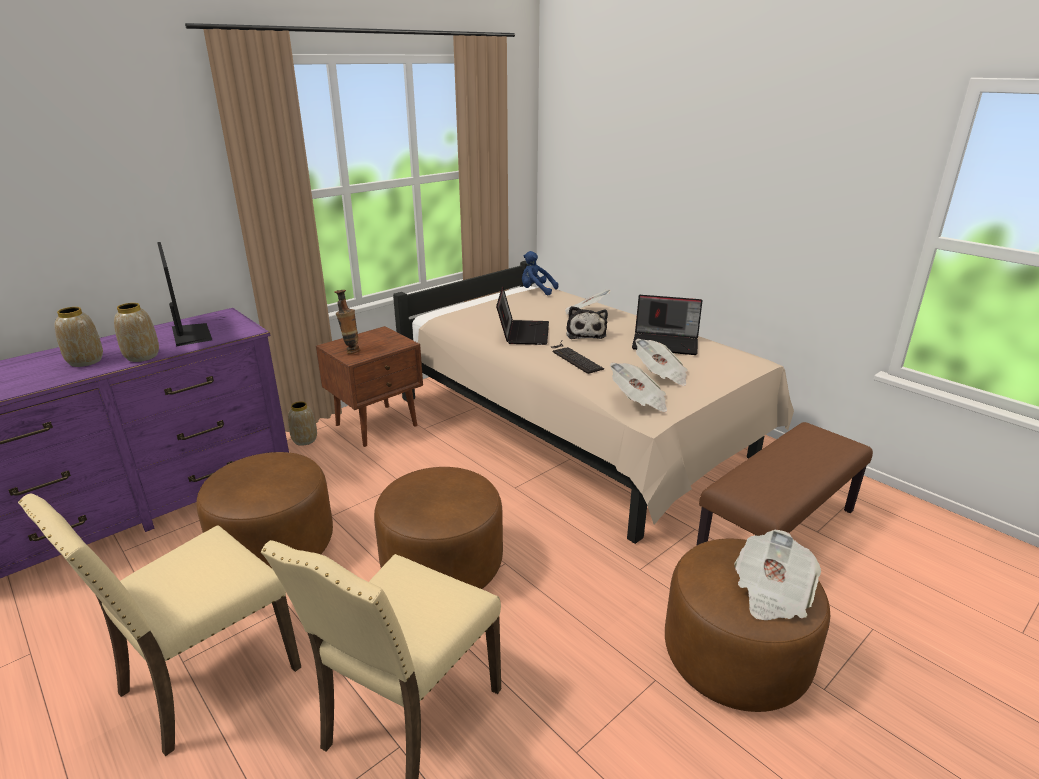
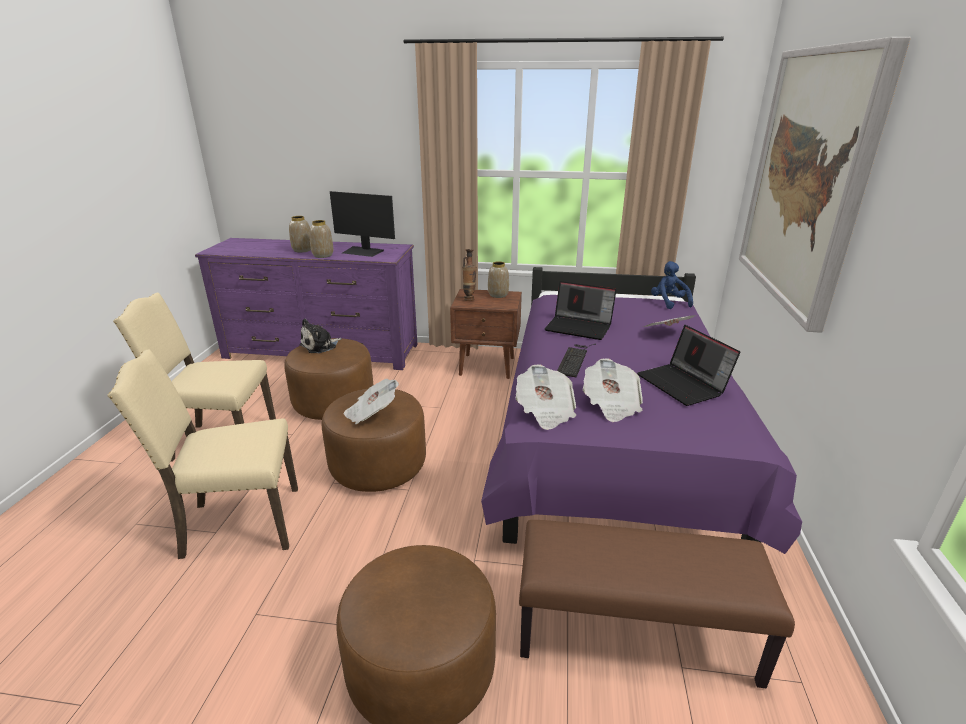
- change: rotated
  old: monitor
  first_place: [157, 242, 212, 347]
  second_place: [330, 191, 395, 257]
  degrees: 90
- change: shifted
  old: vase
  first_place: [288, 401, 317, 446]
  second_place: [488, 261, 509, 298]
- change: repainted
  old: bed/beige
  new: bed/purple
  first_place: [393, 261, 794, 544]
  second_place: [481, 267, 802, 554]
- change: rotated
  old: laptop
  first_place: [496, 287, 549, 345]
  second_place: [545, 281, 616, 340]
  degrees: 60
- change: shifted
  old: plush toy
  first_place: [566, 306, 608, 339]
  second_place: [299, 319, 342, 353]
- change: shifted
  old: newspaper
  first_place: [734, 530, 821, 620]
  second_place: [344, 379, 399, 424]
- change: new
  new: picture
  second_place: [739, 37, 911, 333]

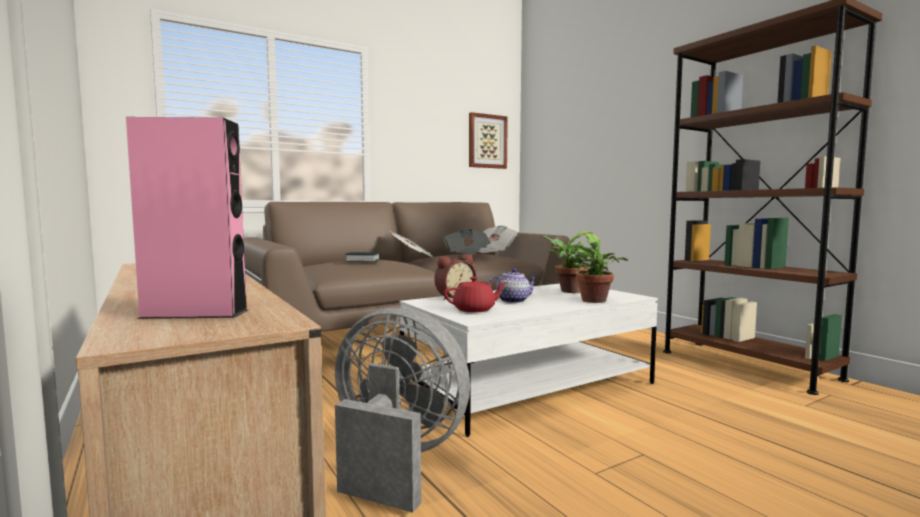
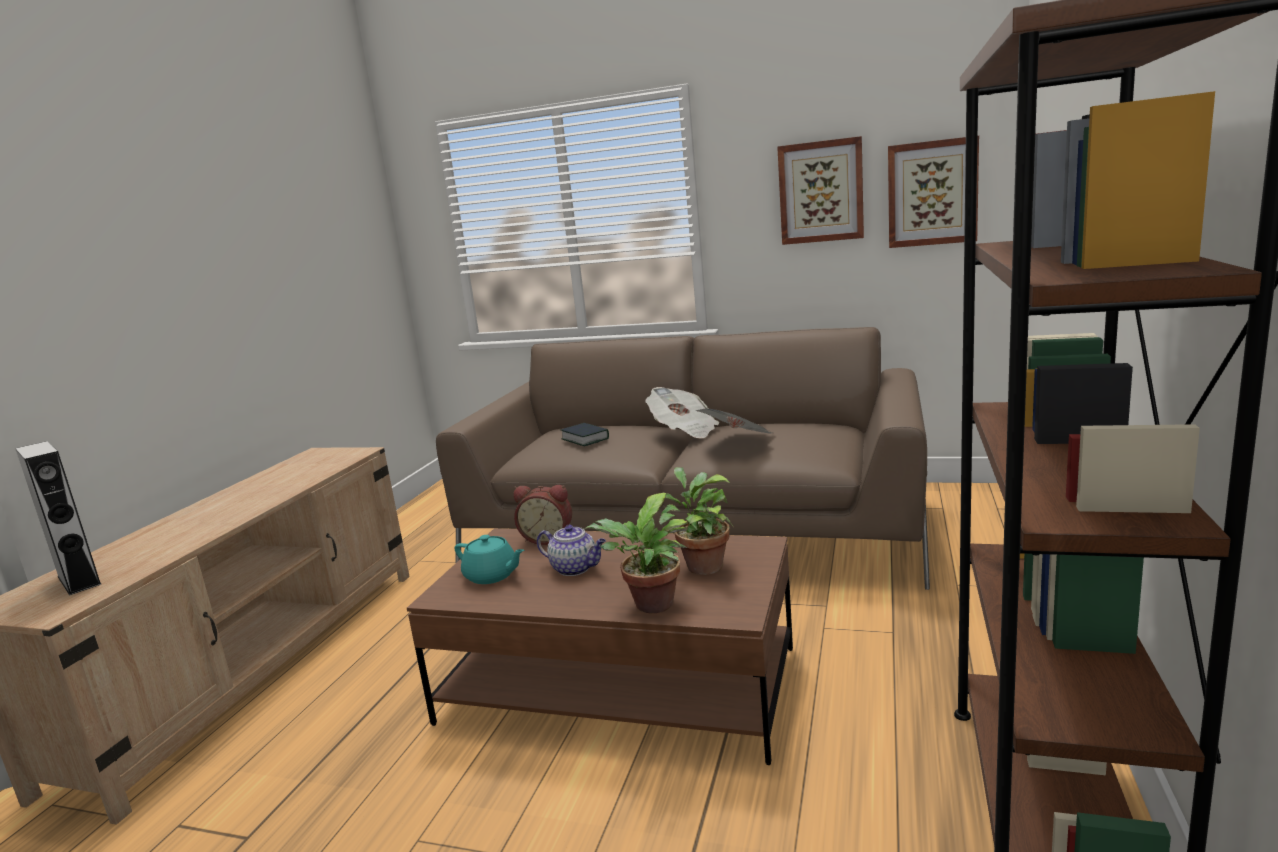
- change: repainted
  old: speaker/pink
  new: speaker/grey
  first_place: [126, 117, 248, 319]
  second_place: [15, 441, 101, 595]
- change: gone
  old: fan/grey
  first_place: [335, 308, 470, 513]
- change: repainted
  old: coffee table/white
  new: coffee table/brown
  first_place: [399, 284, 658, 437]
  second_place: [407, 528, 793, 765]
- change: repainted
  old: teapot/red
  new: teapot/turquoise
  first_place: [444, 277, 507, 312]
  second_place: [455, 535, 524, 584]
- change: gone
  old: newspaper
  first_place: [479, 225, 517, 253]
- change: new
  new: picture
  second_place: [777, 136, 864, 245]

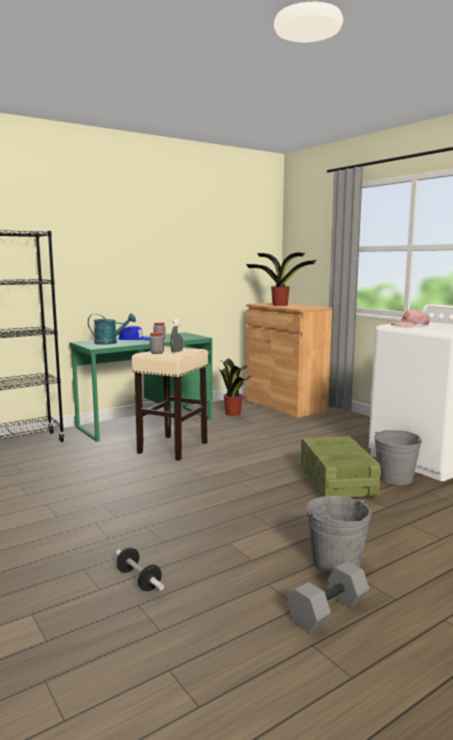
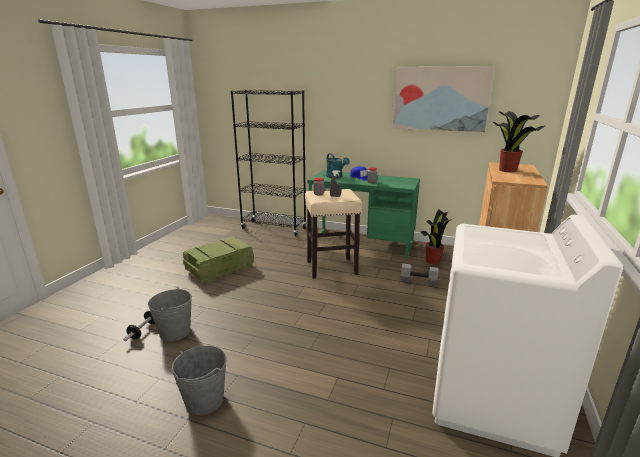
- change: shifted
  old: dumbbell/grey
  first_place: [288, 561, 369, 633]
  second_place: [400, 263, 439, 286]
- change: shifted
  old: crate
  first_place: [301, 436, 381, 497]
  second_place: [183, 237, 253, 282]
- change: shifted
  old: bucket/grey
  first_place: [374, 430, 422, 485]
  second_place: [148, 287, 192, 341]
- change: gone
  old: cap/pink
  first_place: [391, 309, 430, 328]
- change: new
  new: picture
  second_place: [393, 66, 495, 132]

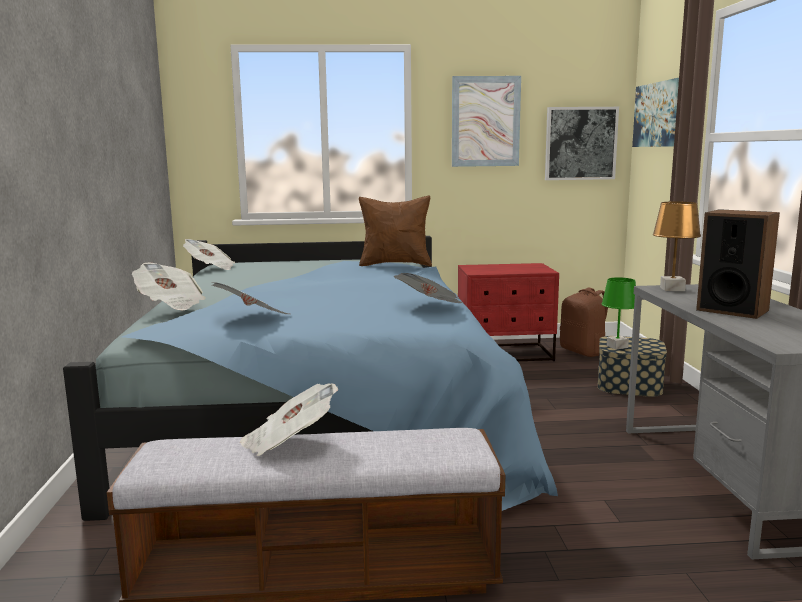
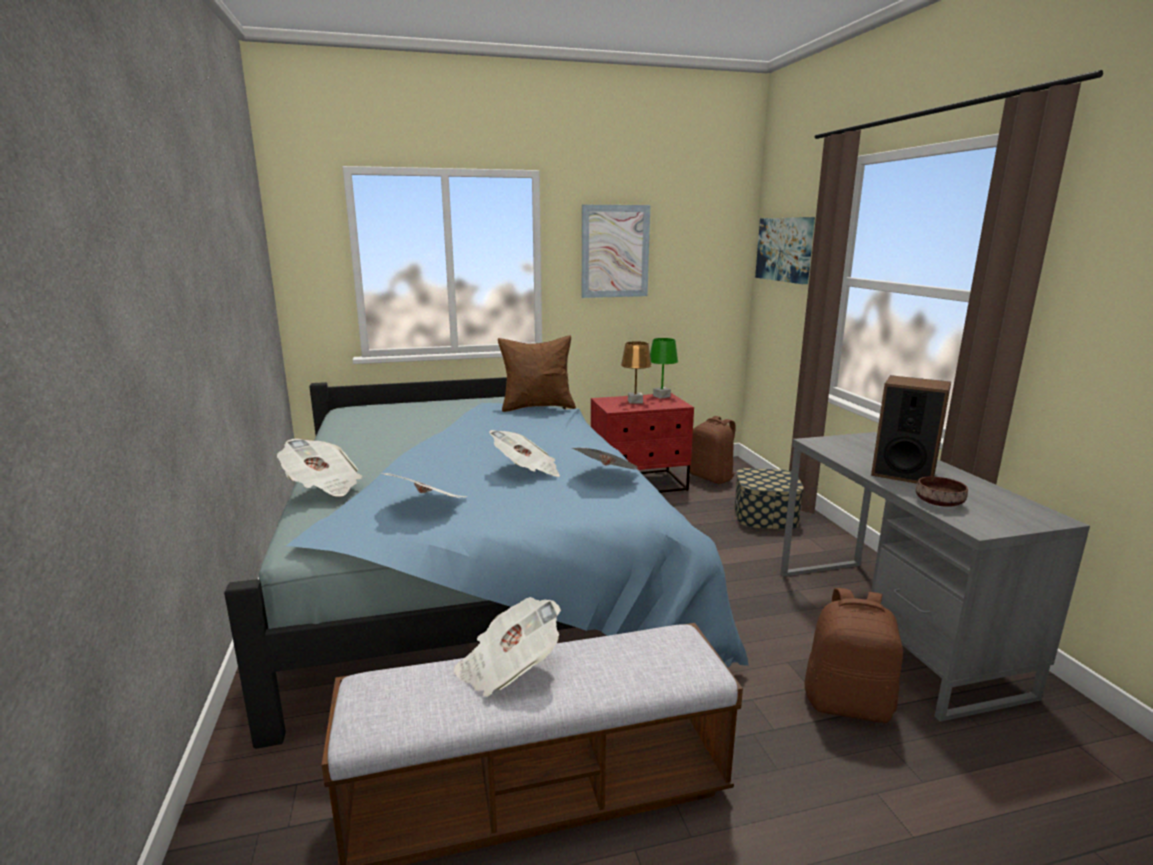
- change: shifted
  old: newspaper
  first_place: [183, 239, 235, 270]
  second_place: [489, 430, 560, 477]
- change: gone
  old: picture
  first_place: [545, 107, 619, 180]
- change: shifted
  old: table lamp/green
  first_place: [601, 277, 636, 350]
  second_place: [650, 338, 678, 399]
- change: shifted
  old: table lamp/brown
  first_place: [653, 202, 701, 291]
  second_place: [621, 341, 652, 404]
- change: new
  new: backpack/brown
  second_place: [805, 588, 903, 723]
- change: new
  new: bowl/brown
  second_place: [916, 476, 968, 507]

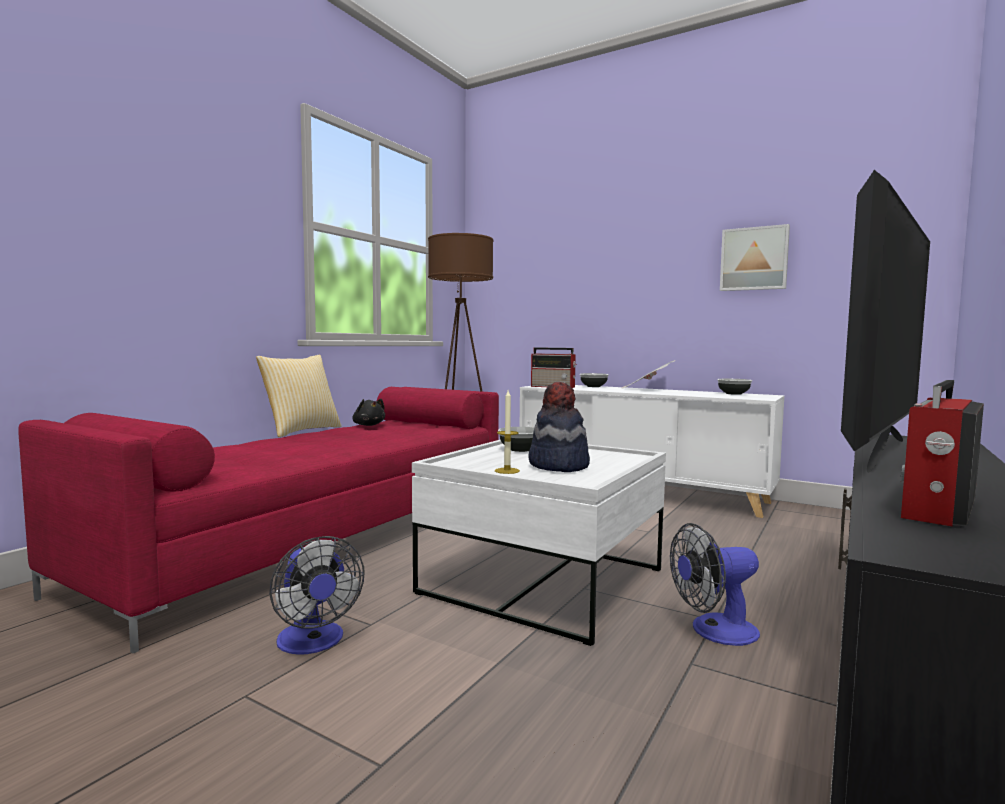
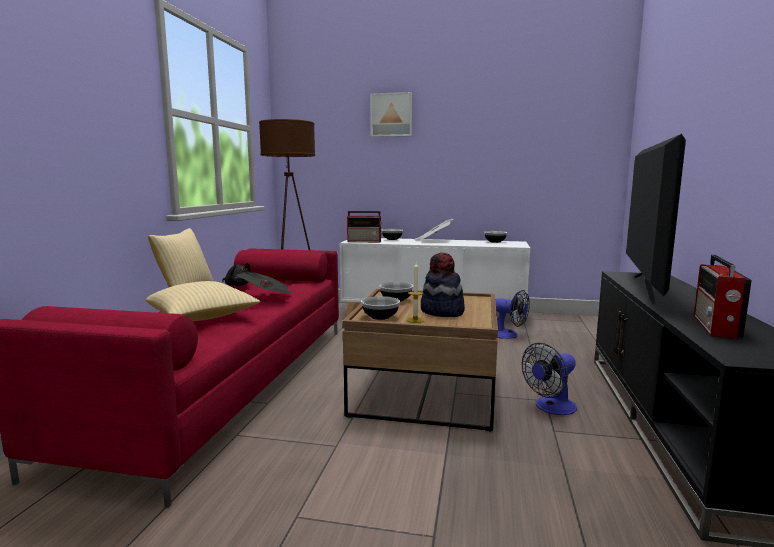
- change: shifted
  old: fan
  first_place: [269, 536, 365, 655]
  second_place: [495, 290, 530, 339]
- change: repainted
  old: coffee table/white
  new: coffee table/brown
  first_place: [412, 440, 666, 646]
  second_place: [343, 288, 498, 432]
- change: shifted
  old: picture
  first_place: [720, 224, 790, 291]
  second_place: [371, 92, 413, 137]
- change: new
  new: pillow
  second_place: [146, 281, 260, 321]
- change: new
  new: newspaper
  second_place: [236, 272, 293, 293]
- change: new
  new: bowl
  second_place: [361, 296, 400, 320]

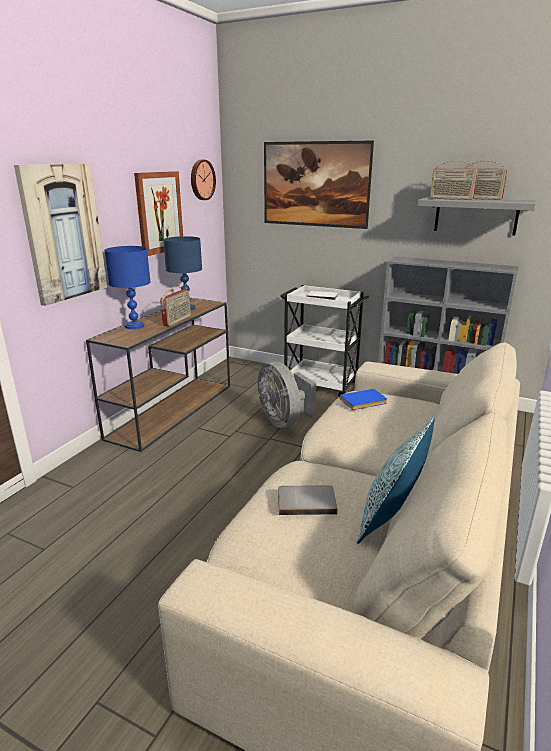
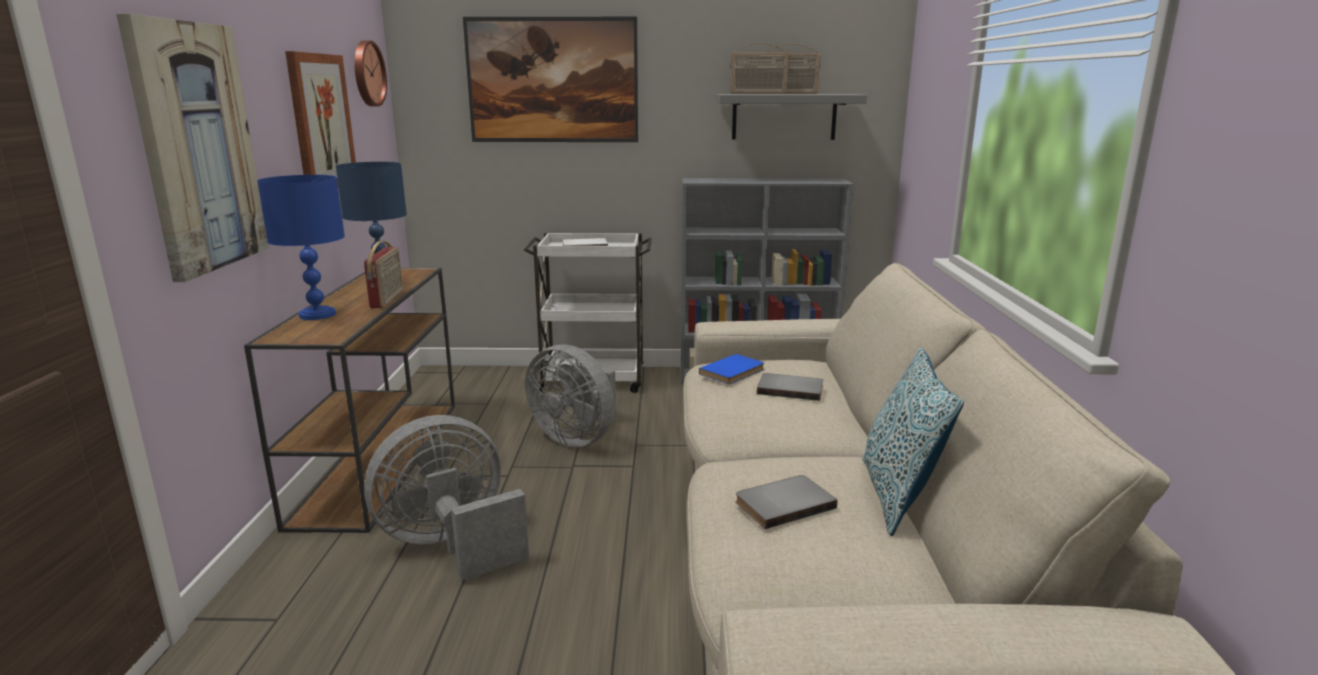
- change: new
  new: fan/grey
  second_place: [364, 415, 529, 581]
- change: new
  new: book/grey
  second_place: [757, 373, 823, 401]

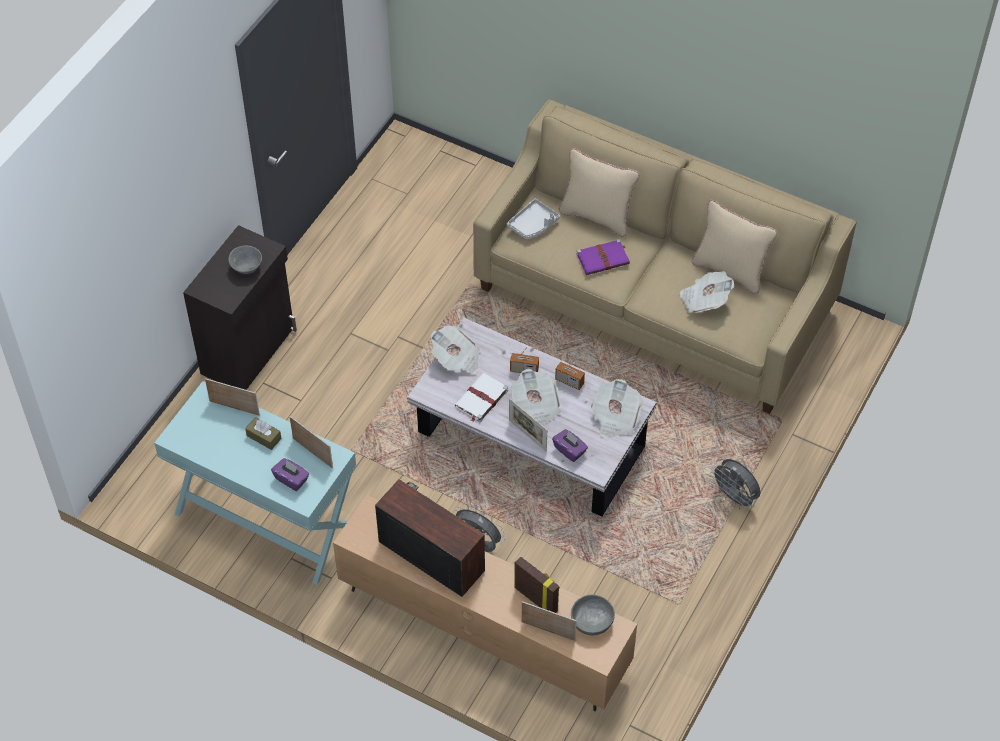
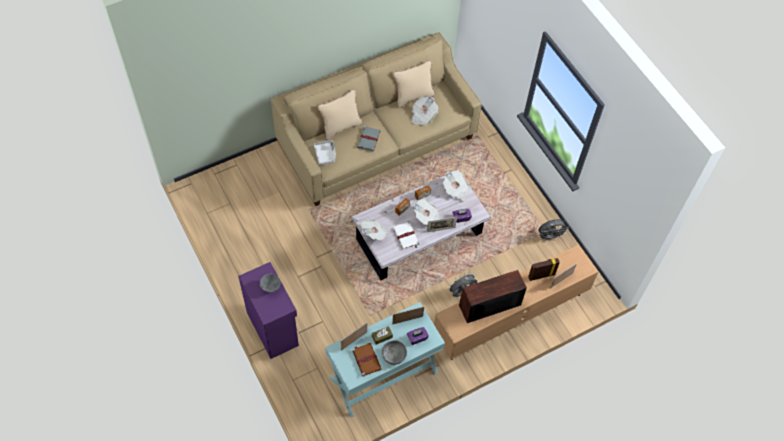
- change: repainted
  old: cabinet/black
  new: cabinet/purple
  first_place: [183, 225, 297, 390]
  second_place: [238, 262, 299, 359]
- change: shifted
  old: bowl/grey
  first_place: [571, 595, 615, 635]
  second_place: [382, 340, 407, 365]
- change: repainted
  old: book/purple
  new: book/grey
  first_place: [576, 239, 630, 275]
  second_place: [357, 126, 380, 151]
- change: shifted
  old: fan/grey
  first_place: [710, 459, 761, 510]
  second_place: [538, 219, 569, 241]
- change: new
  new: book/brown
  second_place: [352, 343, 382, 377]

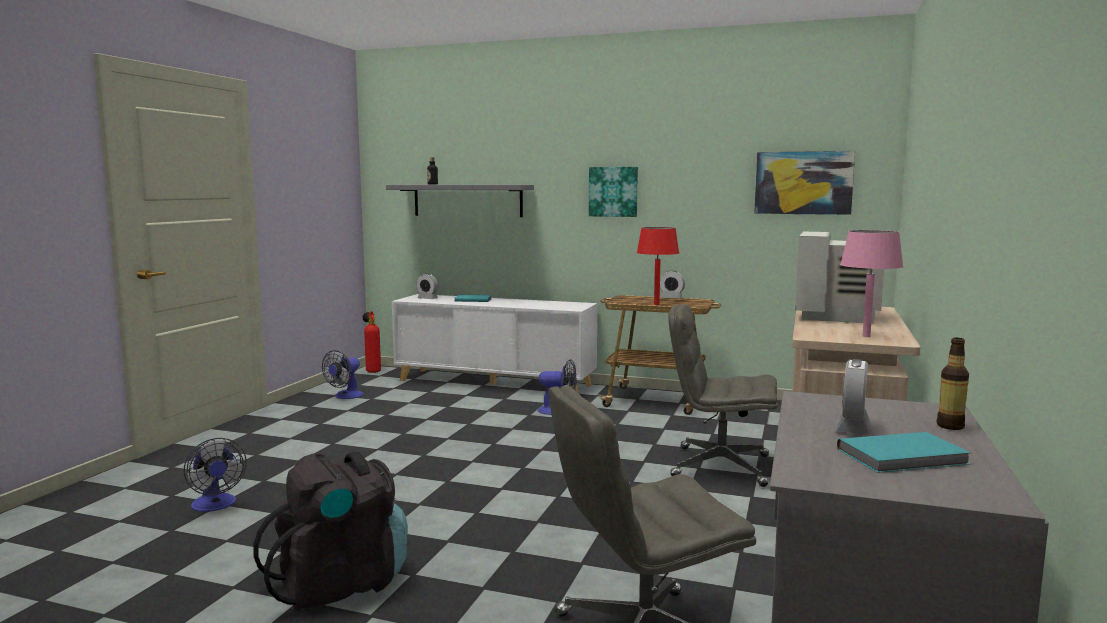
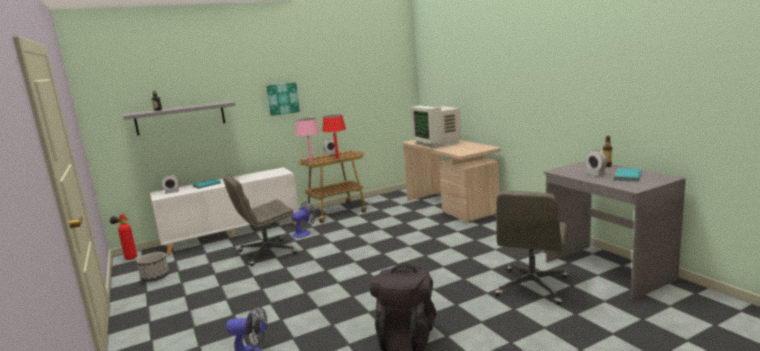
- change: swapped
  old: fan
  new: planter
  first_place: [322, 350, 364, 399]
  second_place: [136, 252, 169, 282]
- change: shifted
  old: office chair/grey
  first_place: [668, 304, 778, 487]
  second_place: [223, 174, 297, 266]
- change: gone
  old: picture
  first_place: [754, 151, 855, 215]
- change: shifted
  old: table lamp/pink
  first_place: [840, 230, 903, 337]
  second_place: [296, 118, 320, 163]

